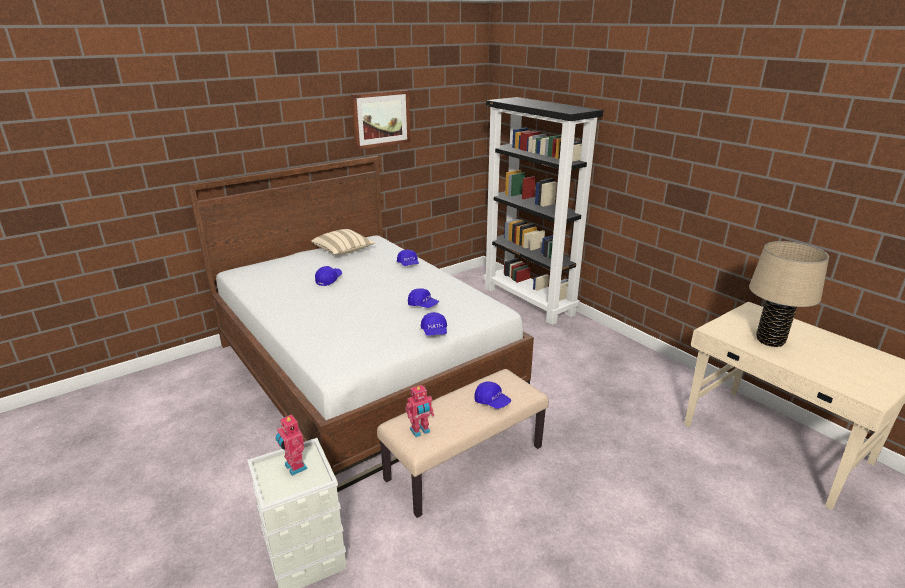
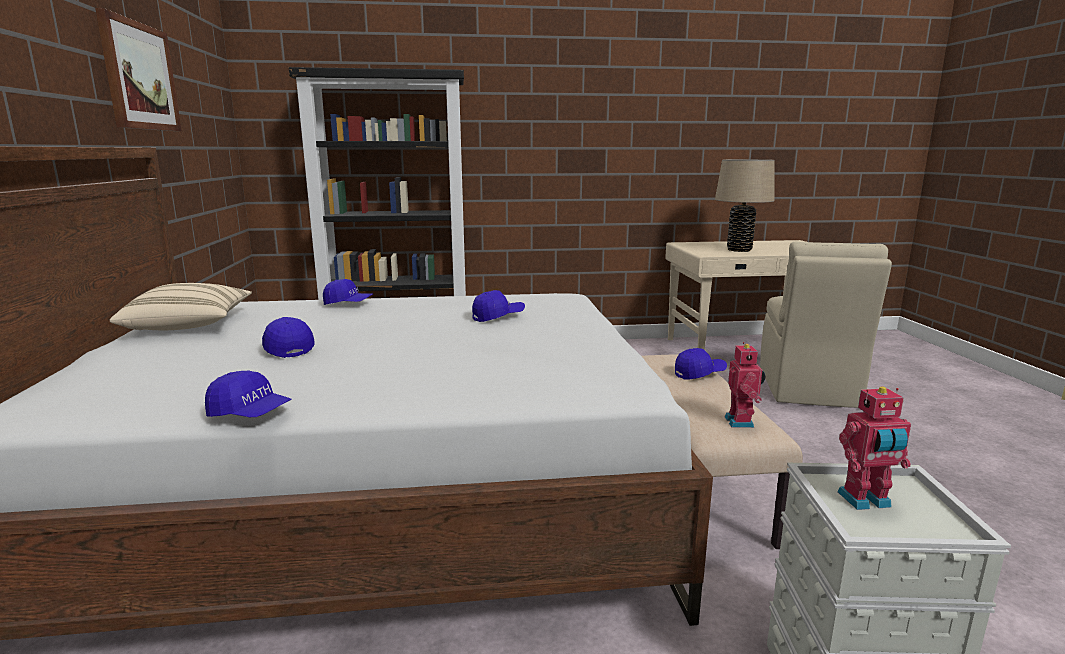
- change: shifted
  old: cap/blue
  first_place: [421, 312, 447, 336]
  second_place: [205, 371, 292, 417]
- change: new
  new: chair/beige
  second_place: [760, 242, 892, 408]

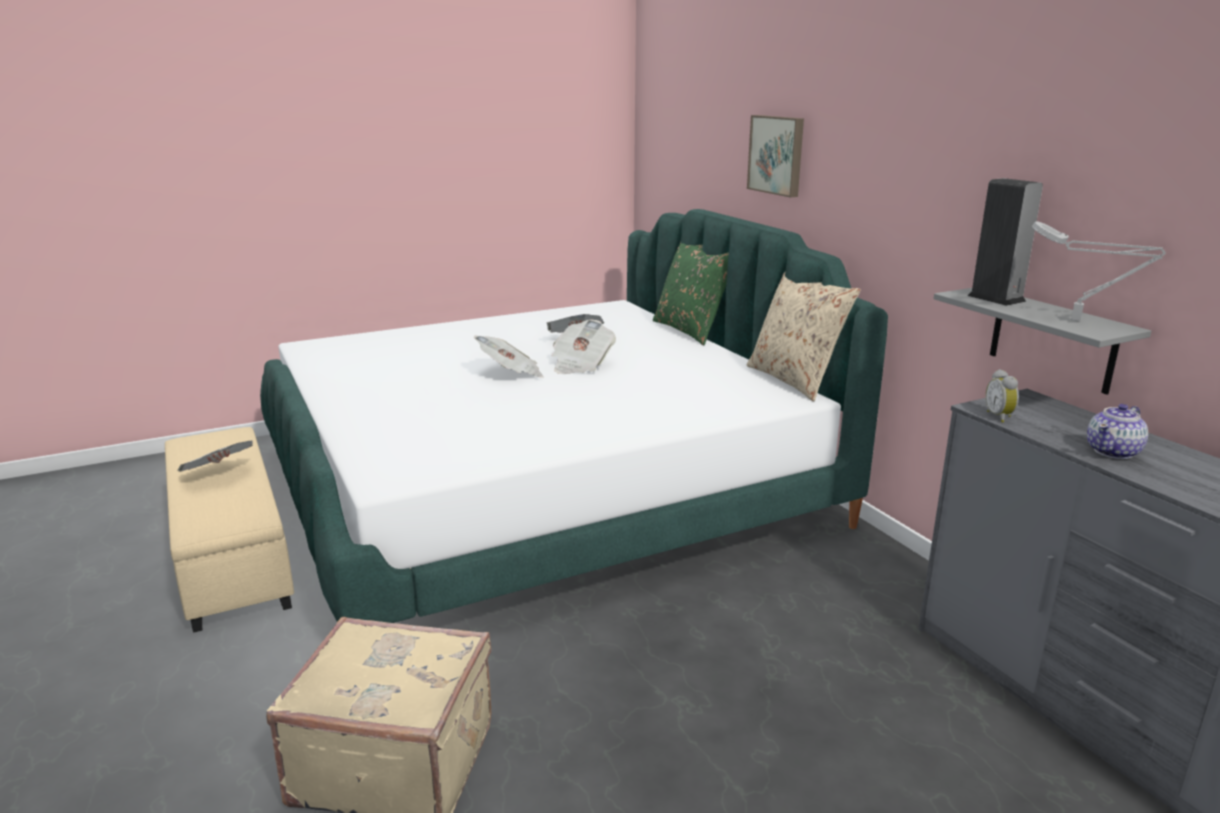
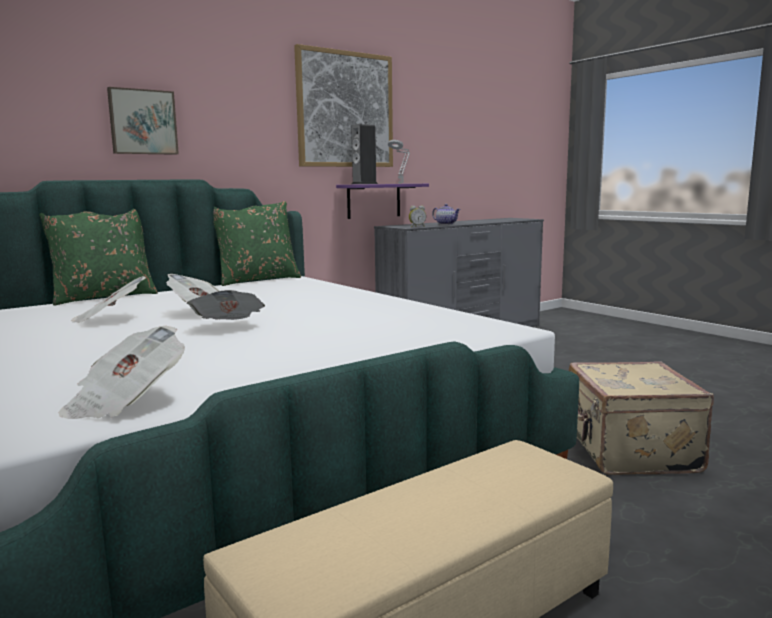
- change: shifted
  old: newspaper
  first_place: [178, 441, 253, 472]
  second_place: [58, 326, 185, 419]
- change: repainted
  old: pillow/beige
  new: pillow/green
  first_place: [747, 272, 861, 401]
  second_place: [213, 201, 301, 286]
- change: repainted
  old: shelf/grey
  new: shelf/purple
  first_place: [933, 288, 1151, 395]
  second_place: [336, 184, 429, 219]
- change: new
  new: picture
  second_place: [294, 44, 393, 167]

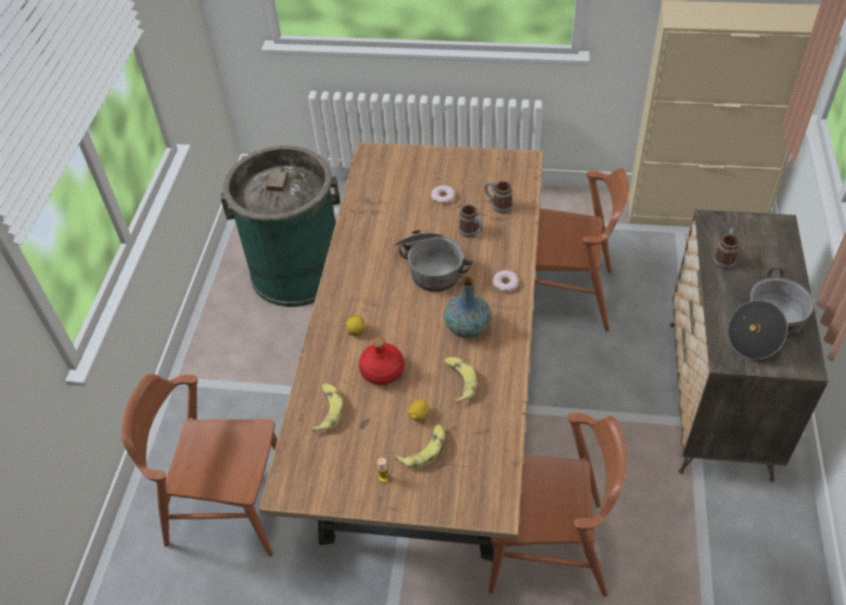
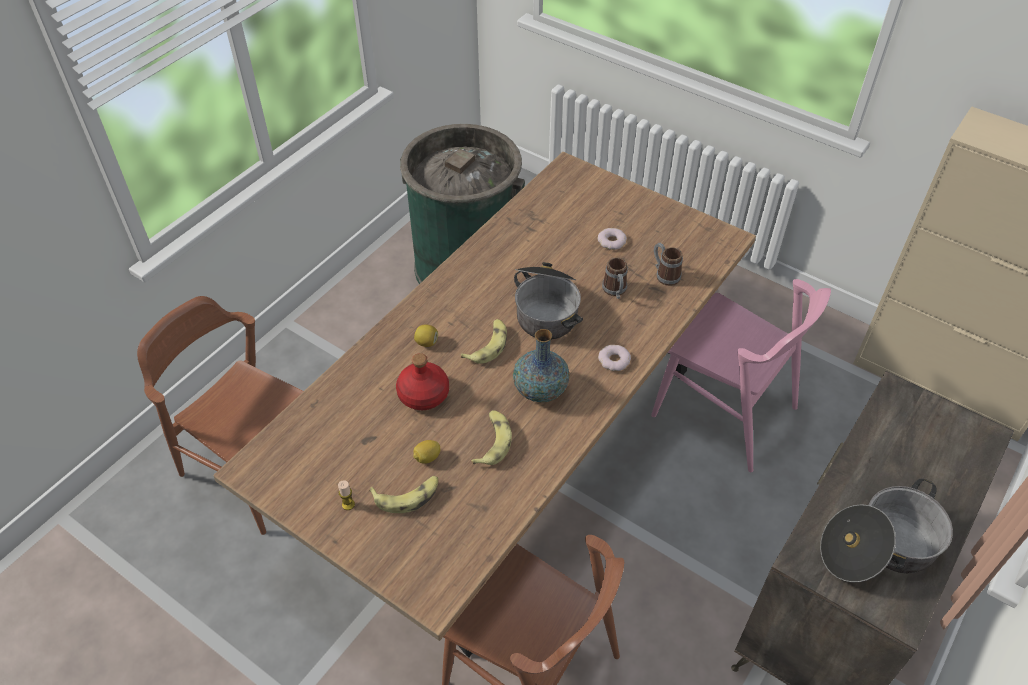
- change: shifted
  old: banana
  first_place: [311, 383, 343, 432]
  second_place: [460, 319, 507, 364]
- change: repainted
  old: chair/brown
  new: chair/pink
  first_place: [535, 168, 629, 332]
  second_place: [651, 279, 831, 472]
- change: gone
  old: mug
  first_place: [713, 228, 740, 269]

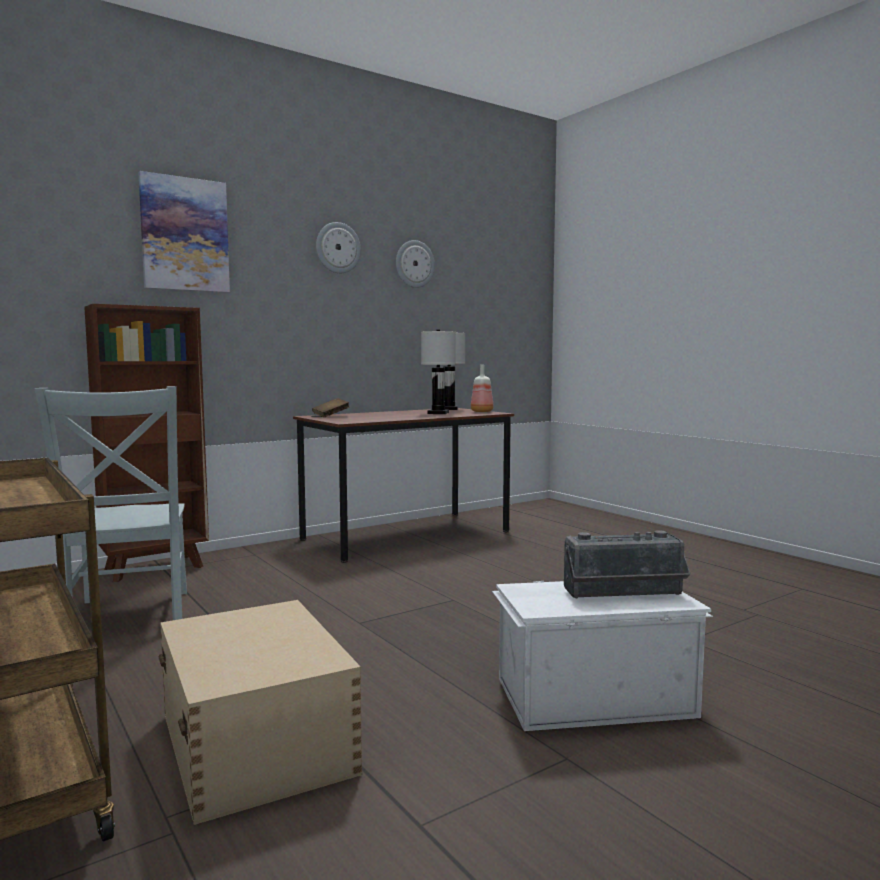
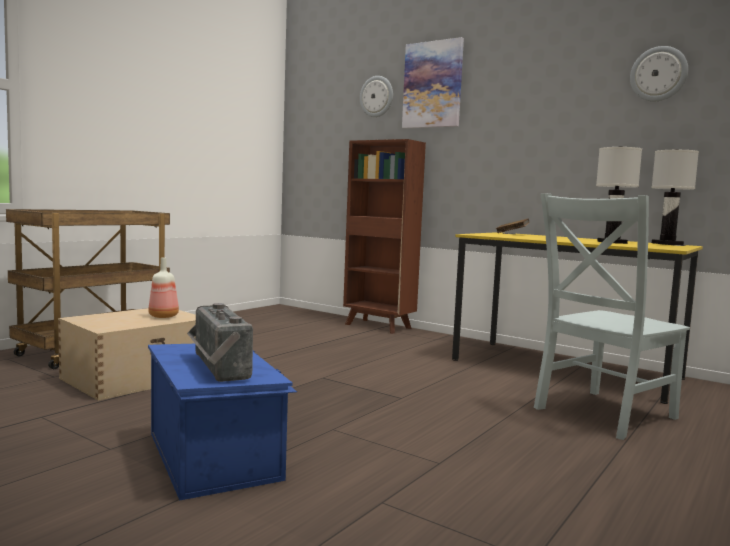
- change: shifted
  old: chair/grey
  first_place: [35, 386, 187, 620]
  second_place: [534, 193, 690, 440]
- change: repainted
  old: desk/brown
  new: desk/yellow
  first_place: [293, 408, 514, 563]
  second_place: [452, 232, 703, 404]
- change: shifted
  old: wall clock
  first_place: [316, 222, 361, 273]
  second_place: [360, 76, 393, 117]
- change: shifted
  old: bottle
  first_place: [471, 365, 494, 412]
  second_place: [148, 257, 179, 318]
- change: repainted
  old: storage box/white
  new: storage box/blue
  first_place: [492, 581, 713, 731]
  second_place: [148, 344, 297, 500]

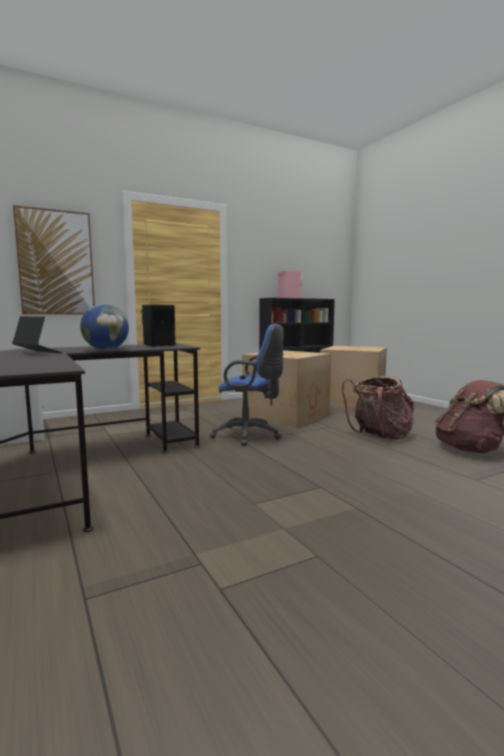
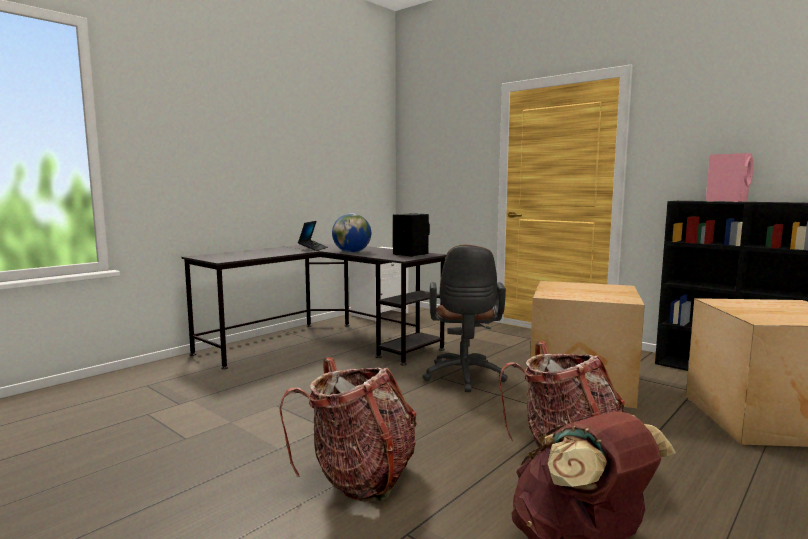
- change: gone
  old: picture
  first_place: [13, 205, 95, 315]
- change: repainted
  old: office chair/blue
  new: office chair/brown
  first_place: [209, 324, 284, 446]
  second_place: [422, 245, 508, 392]
- change: new
  new: backpack
  second_place: [280, 357, 417, 502]

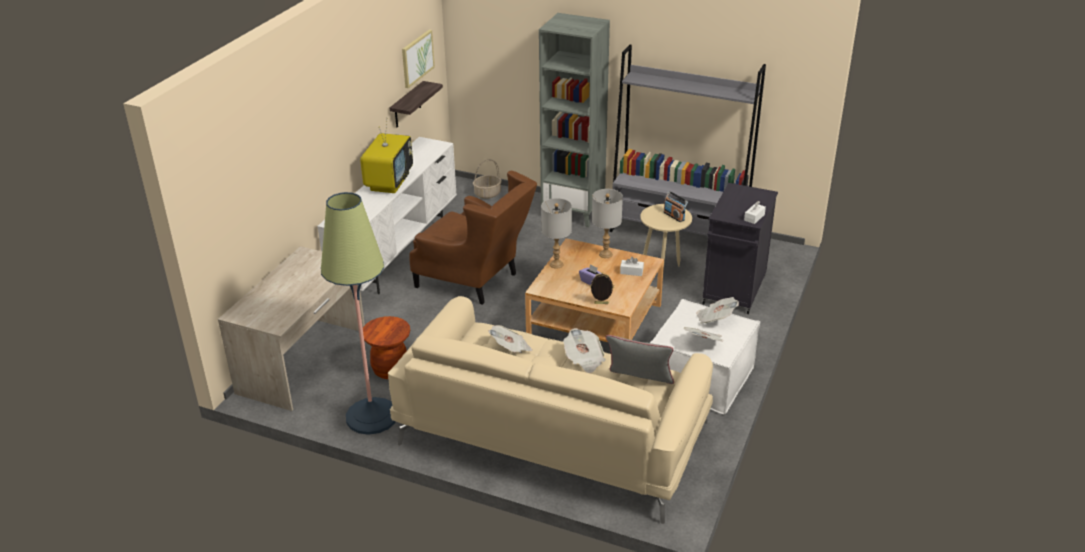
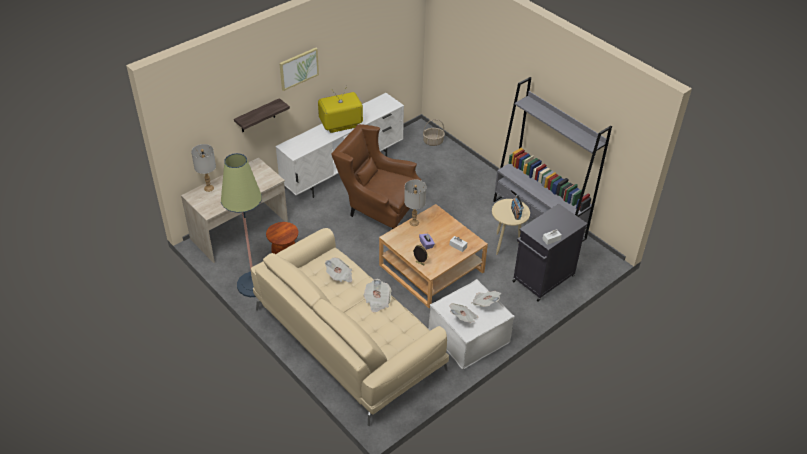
- change: rotated
  old: television
  first_place: [360, 122, 413, 193]
  second_place: [318, 86, 363, 133]
  degrees: -150
- change: shifted
  old: shelf
  first_place: [390, 81, 443, 127]
  second_place: [234, 98, 290, 132]
- change: shifted
  old: picture
  first_place: [402, 29, 435, 88]
  second_place: [279, 48, 319, 91]
- change: rotated
  old: armchair/brown
  first_place: [409, 171, 537, 305]
  second_place: [331, 124, 422, 229]
  degrees: 150
- change: gone
  old: bookcase/grey
  first_place: [539, 13, 610, 227]
- change: shifted
  old: table lamp/grey
  first_place: [592, 189, 623, 258]
  second_place: [191, 144, 216, 192]
- change: gone
  old: pillow/grey
  first_place: [606, 335, 674, 384]

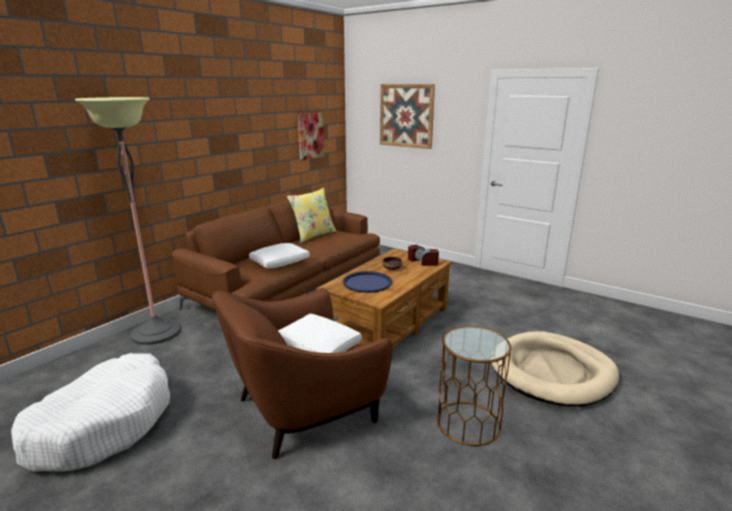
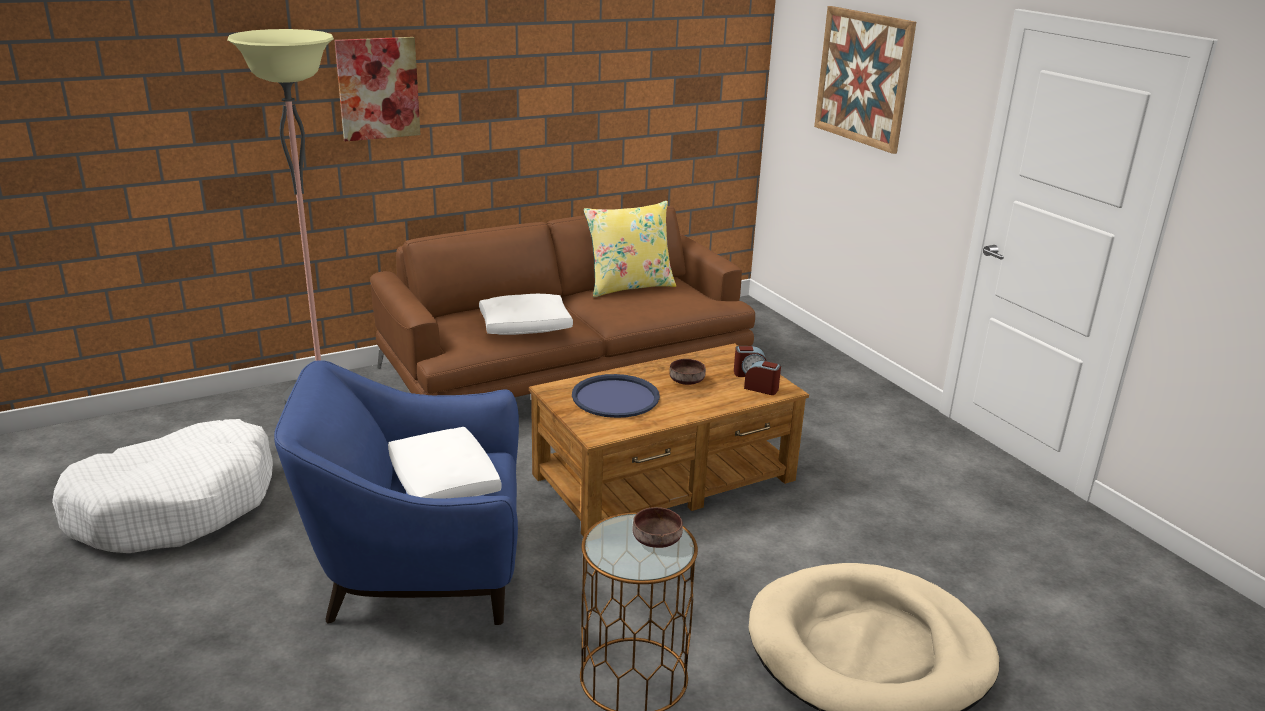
- change: repainted
  old: armchair/brown
  new: armchair/blue
  first_place: [212, 288, 392, 459]
  second_place: [274, 360, 519, 625]
- change: shifted
  old: picture
  first_place: [298, 113, 325, 161]
  second_place: [334, 37, 421, 141]
- change: new
  new: bowl/brown
  second_place: [633, 507, 683, 548]

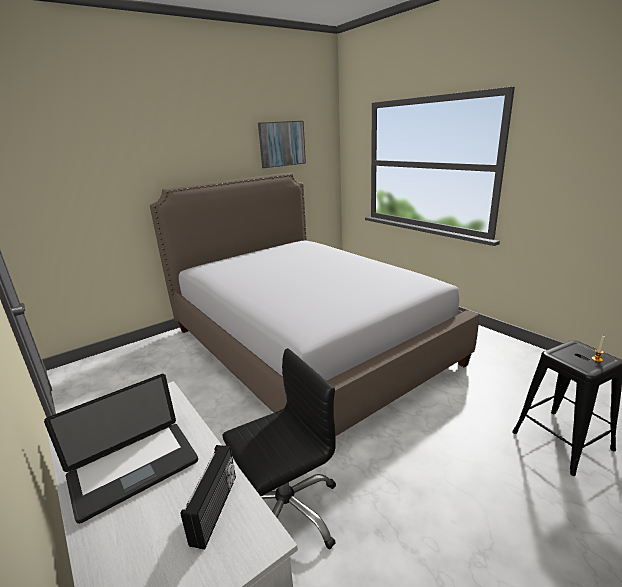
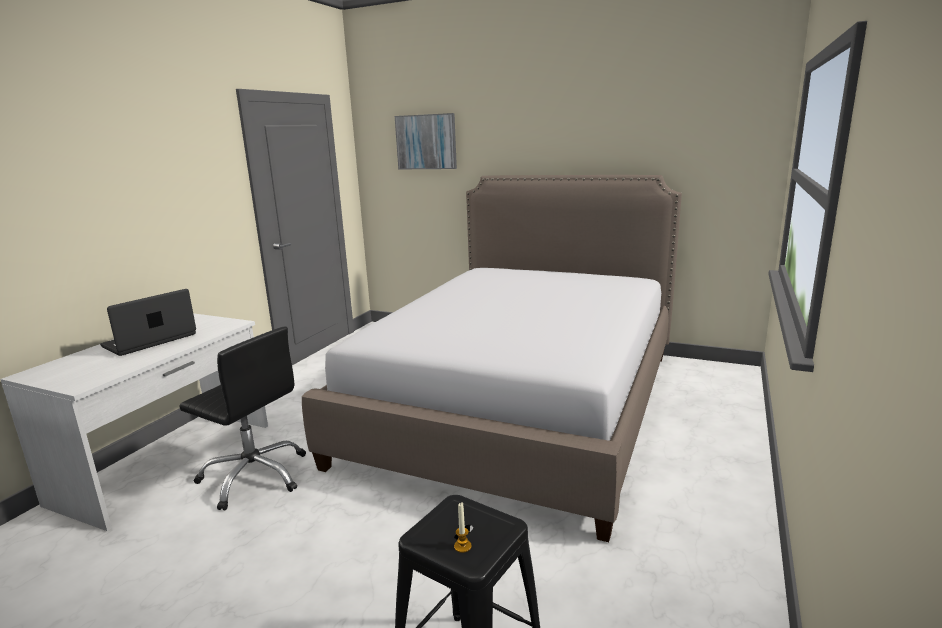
- change: rotated
  old: laptop
  first_place: [44, 374, 198, 524]
  second_place: [100, 289, 196, 356]
  degrees: 105
- change: gone
  old: radio
  first_place: [180, 445, 236, 550]
- change: shifted
  old: picture
  first_place: [258, 121, 306, 168]
  second_place: [395, 113, 457, 169]

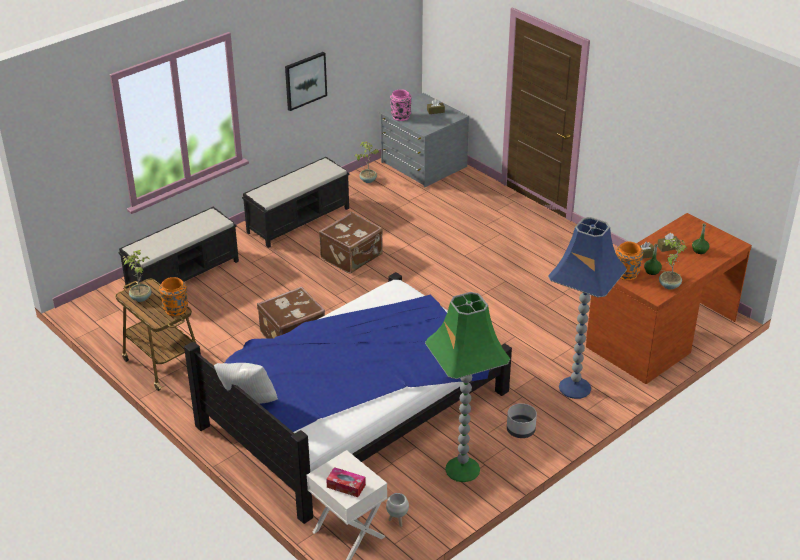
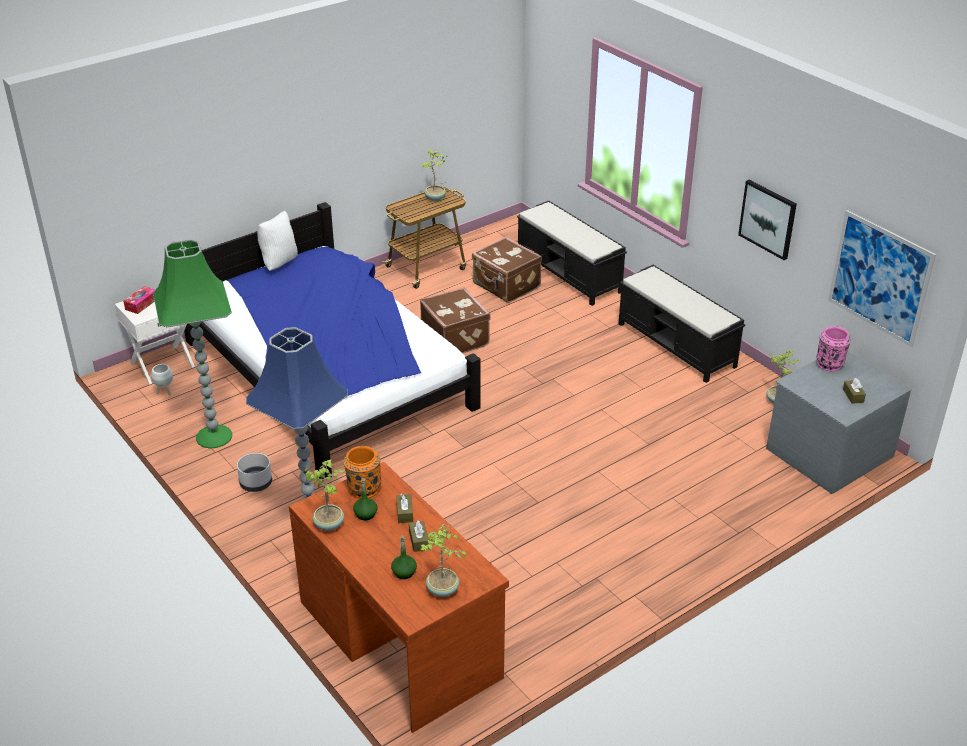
- change: gone
  old: vase/orange
  first_place: [159, 277, 188, 316]
- change: shifted
  old: suitcase/brown
  first_place: [319, 212, 383, 274]
  second_place: [472, 237, 542, 303]
- change: new
  new: potted plant
  second_place: [420, 524, 467, 597]
- change: new
  new: picture
  second_place: [828, 210, 936, 347]

